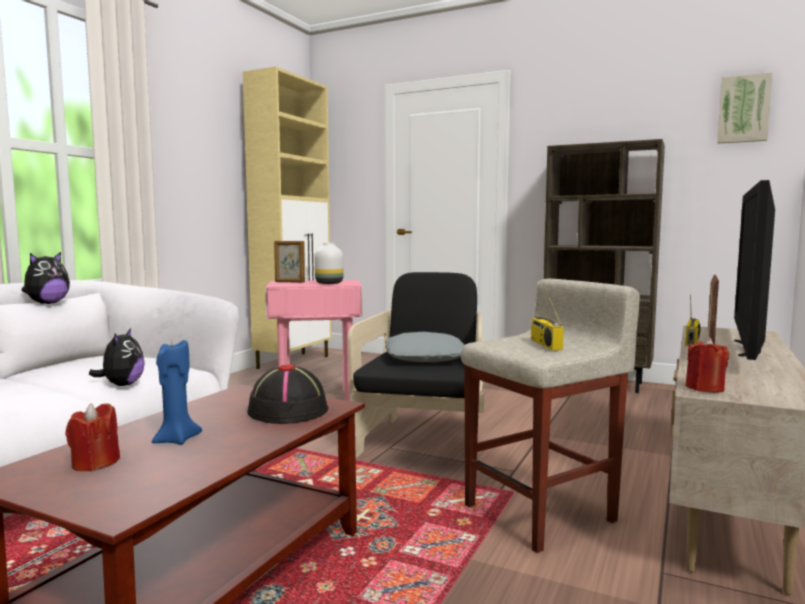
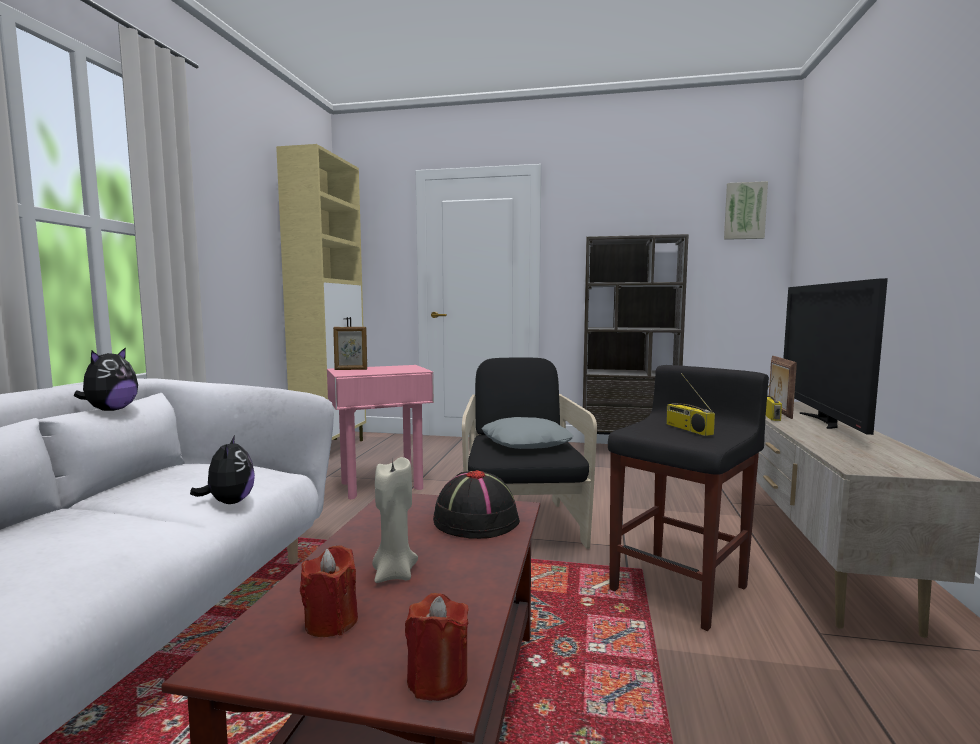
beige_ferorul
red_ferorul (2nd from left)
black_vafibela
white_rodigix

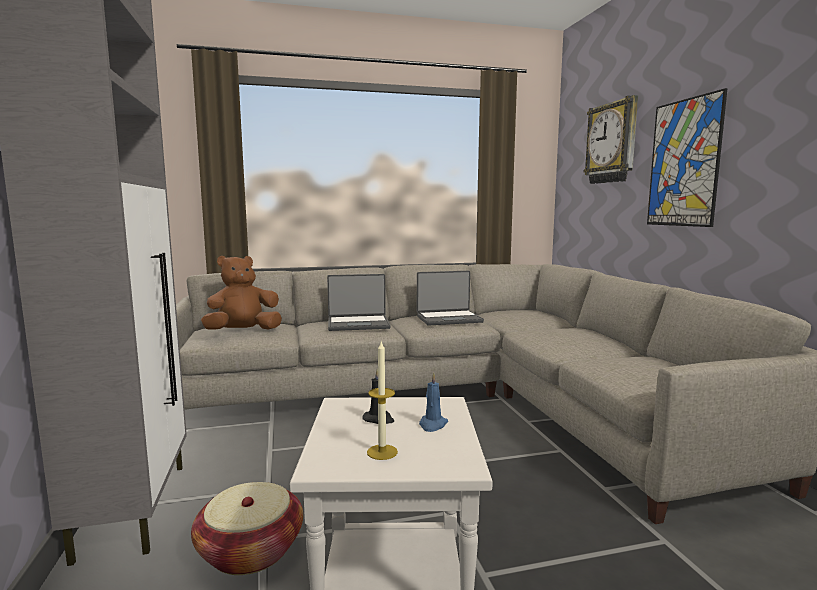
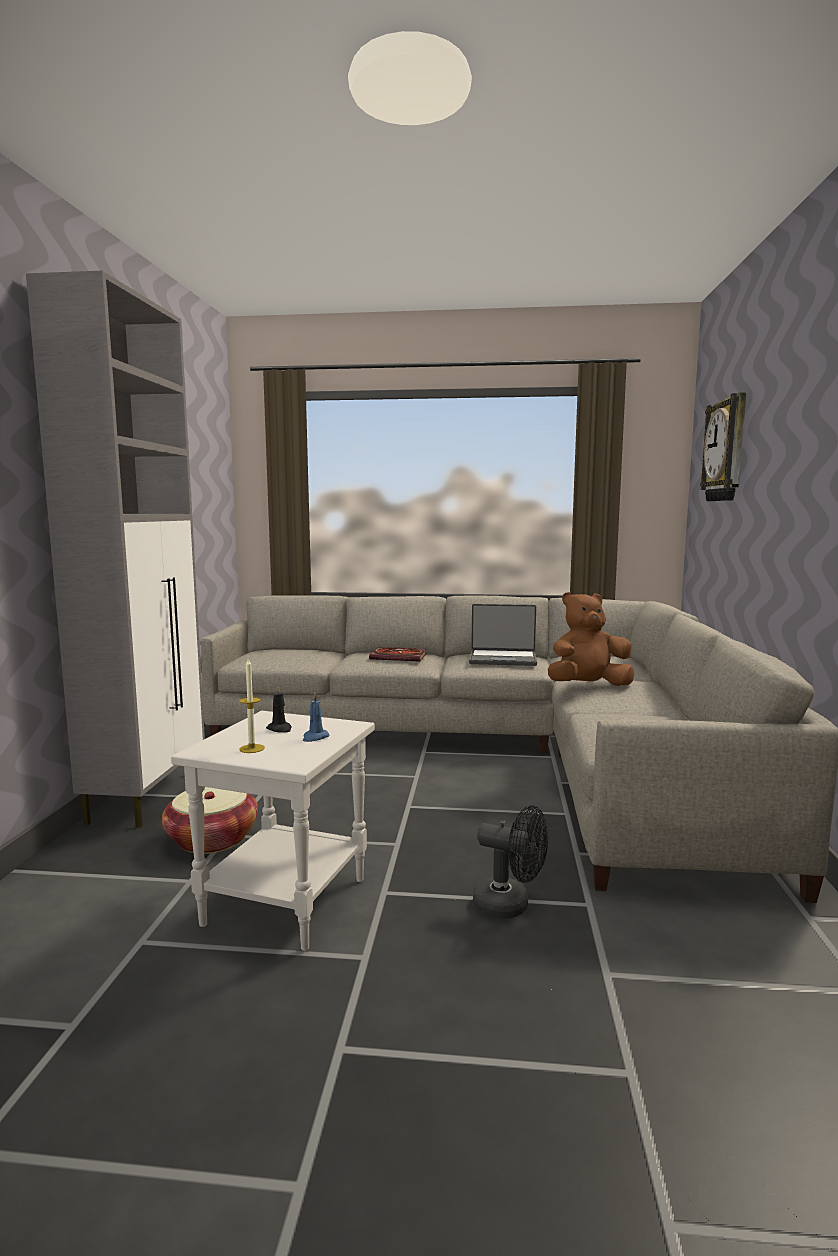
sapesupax
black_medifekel
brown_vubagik
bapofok

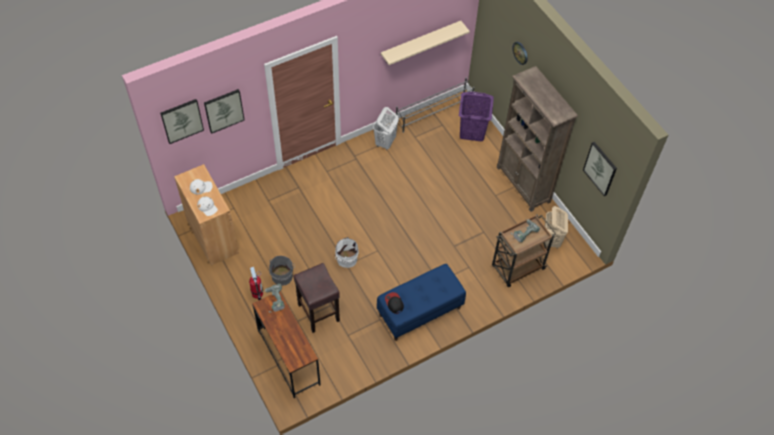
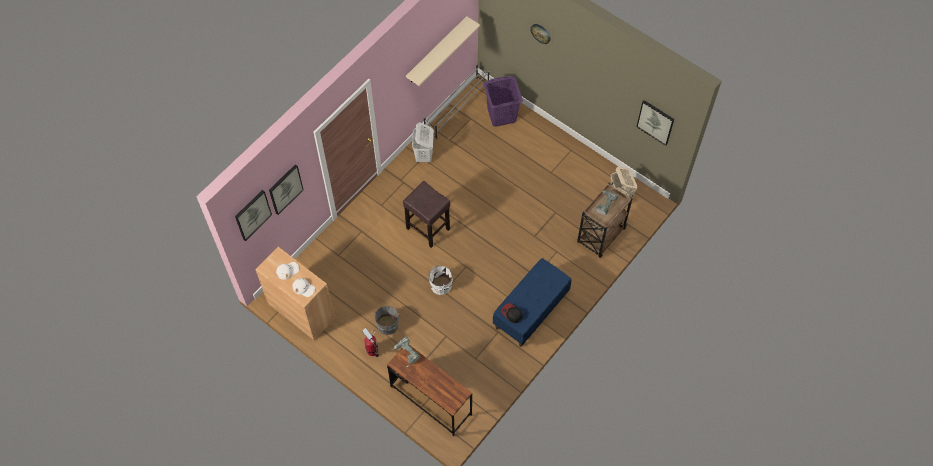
brown_vafibela
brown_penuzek

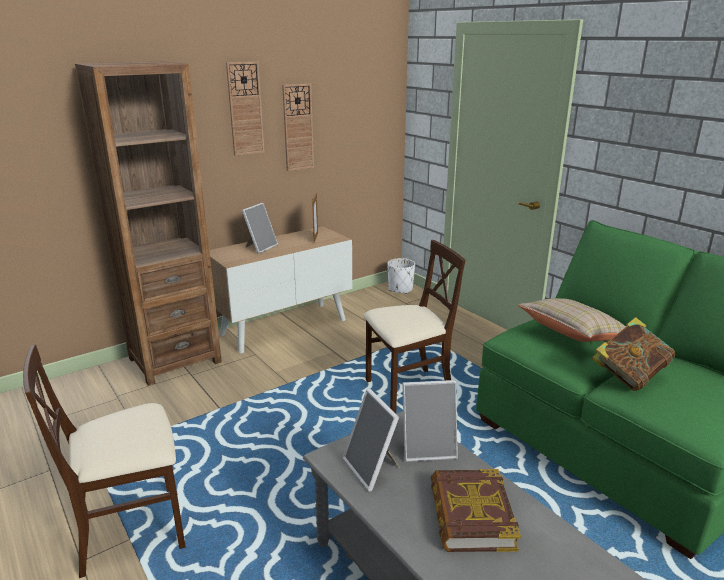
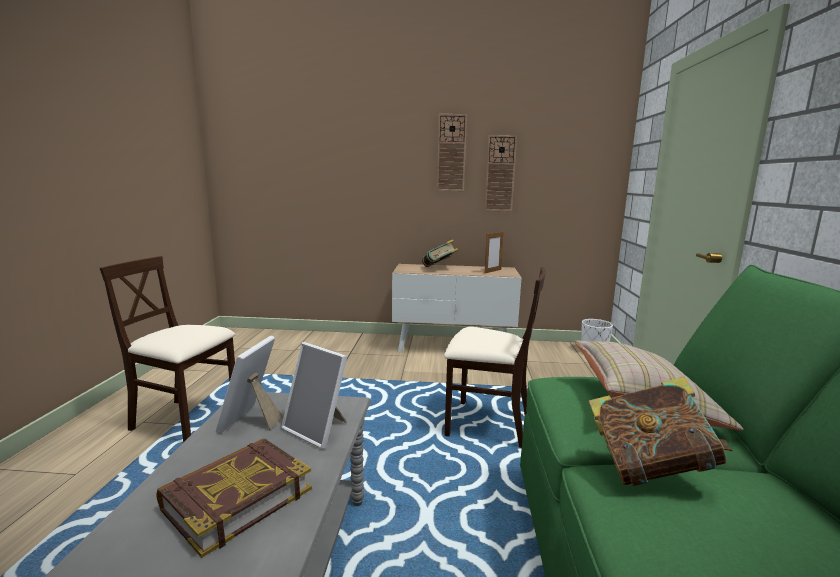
sapesupax (2nd from left)
brown_penuzek

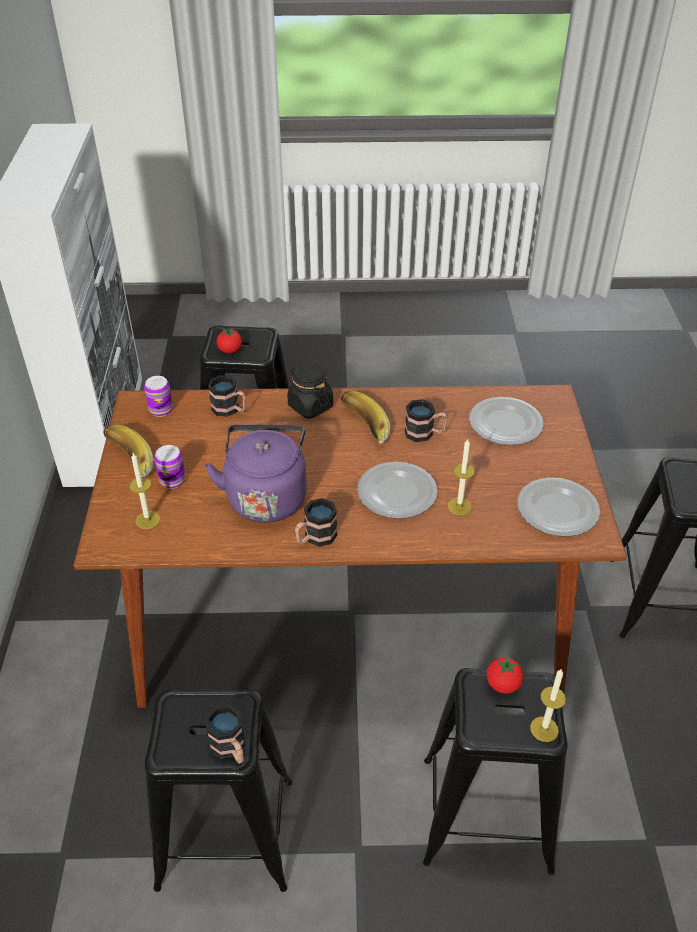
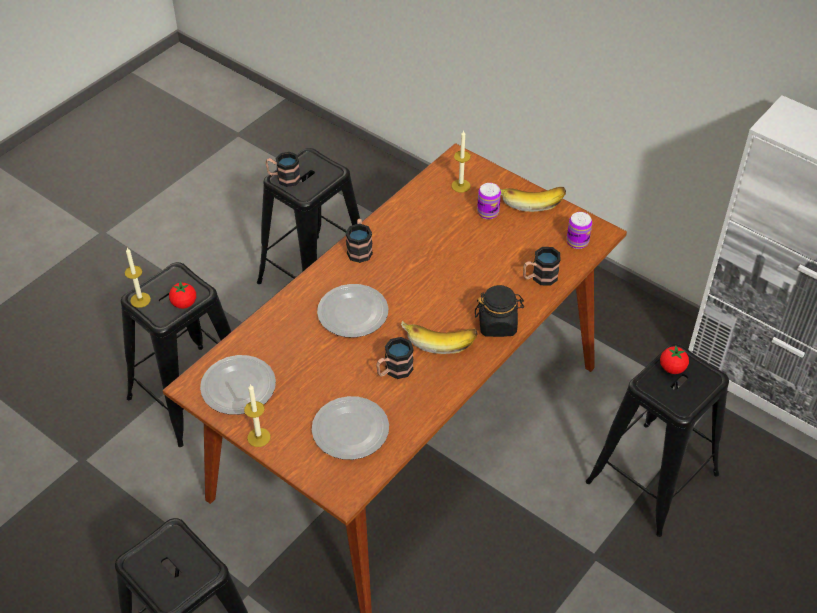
ferorul (2nd from left)
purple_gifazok

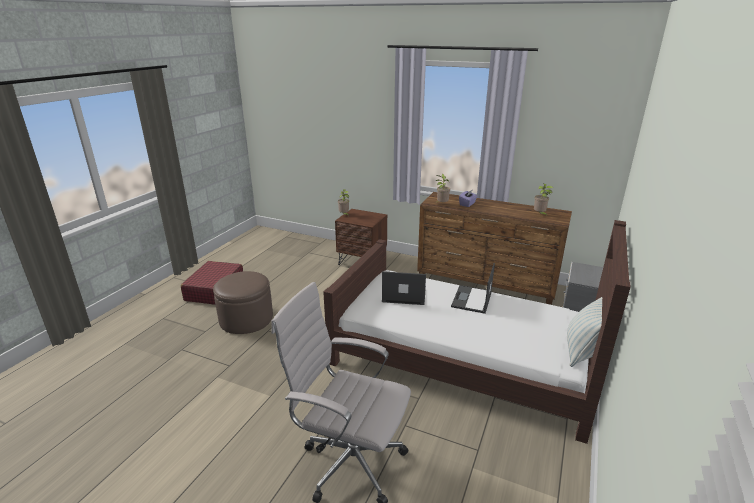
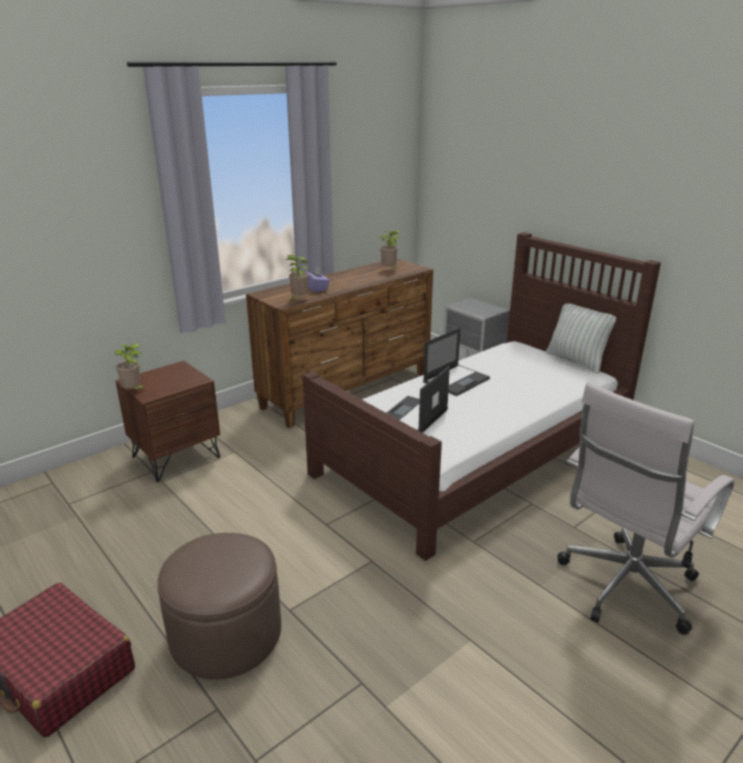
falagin (2nd from left)

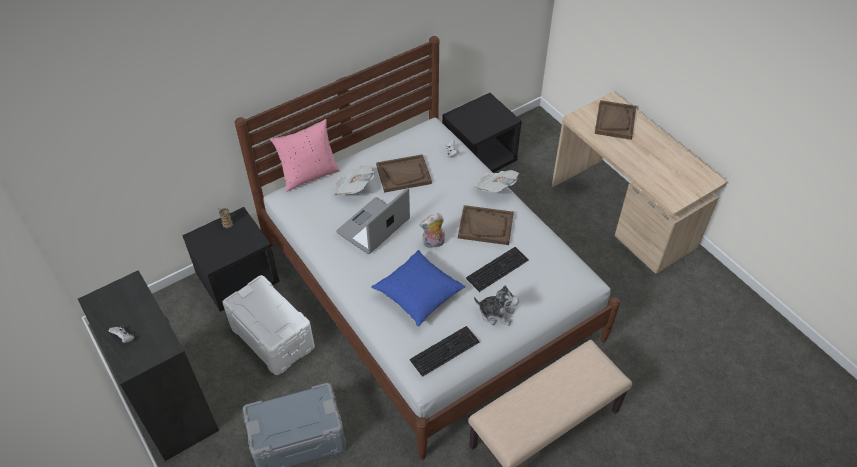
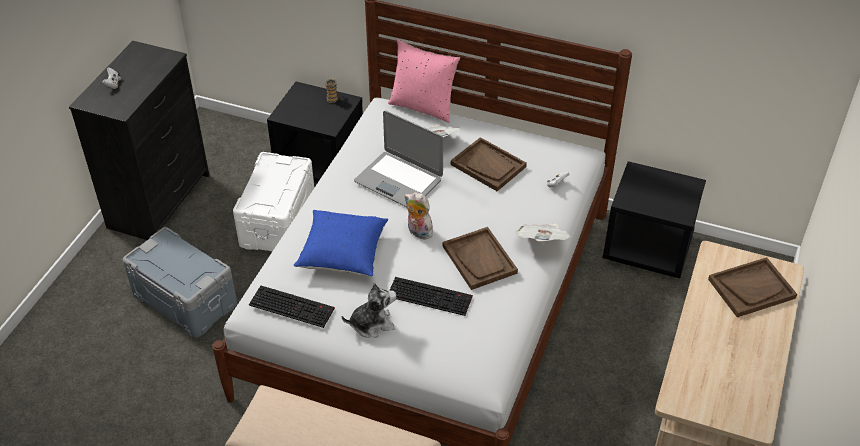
vubagik (1st from left)
falagin

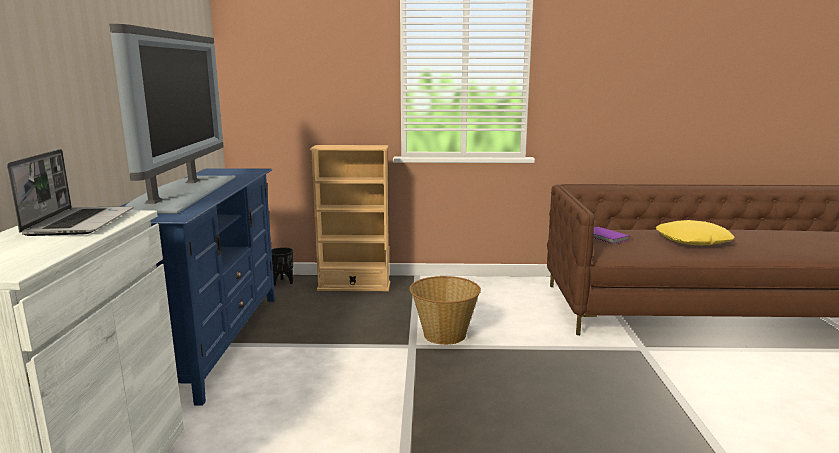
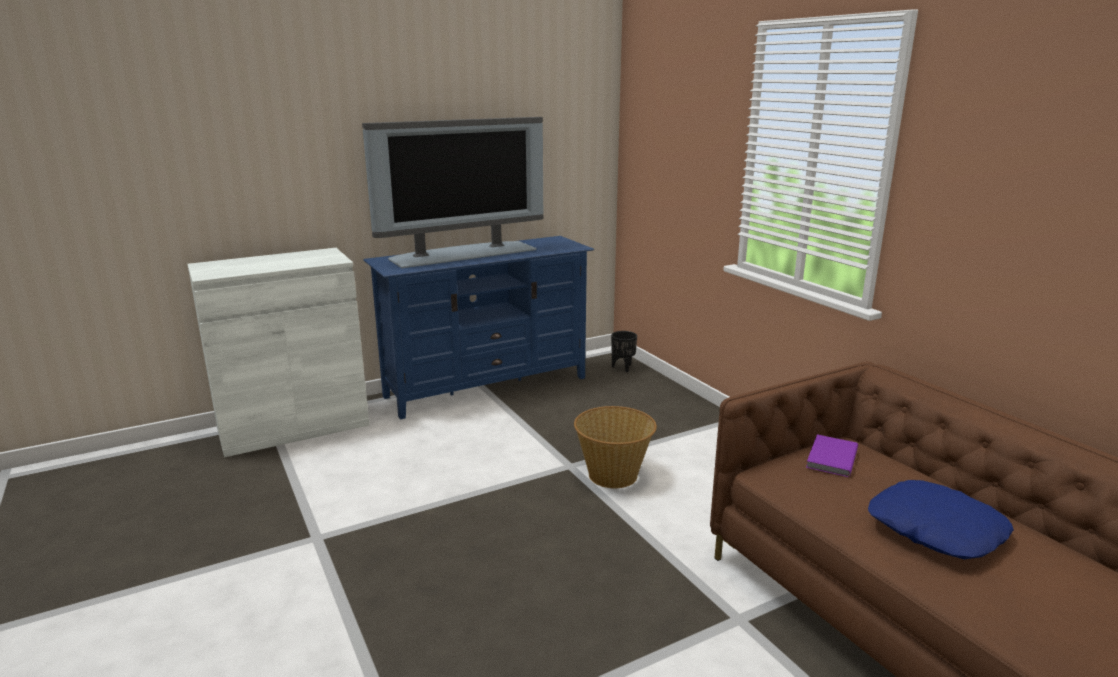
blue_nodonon
falagin
beige_penuzek

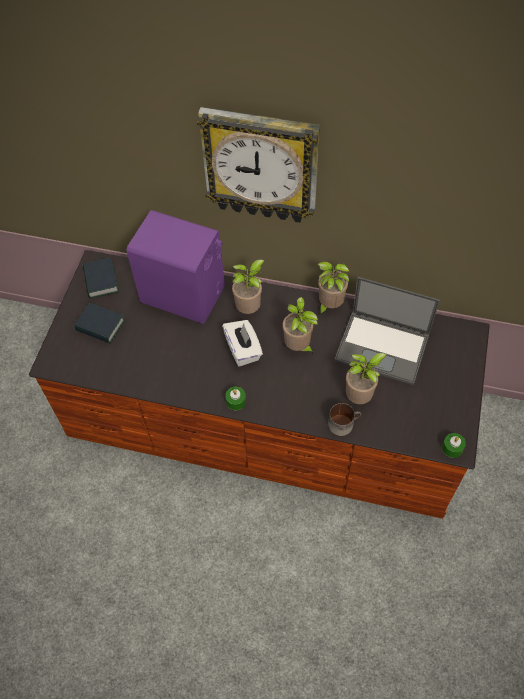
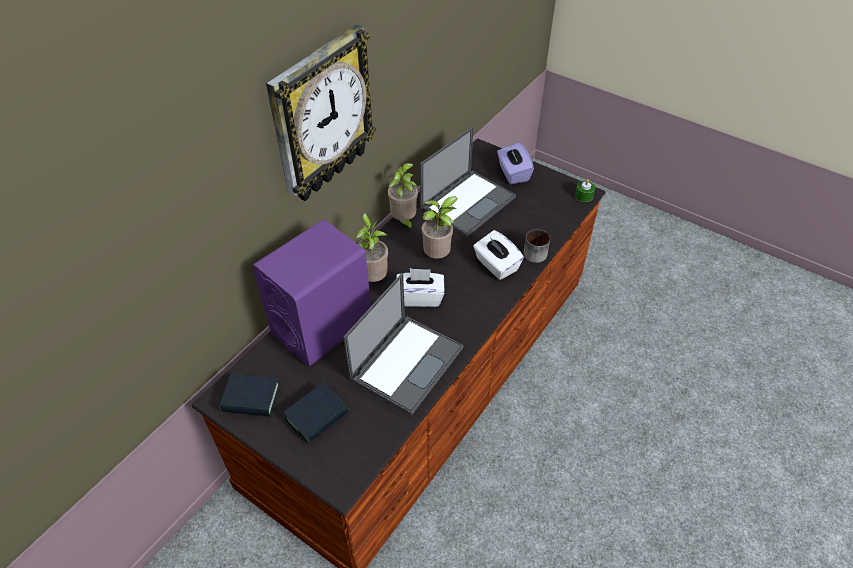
falagin (1st from left)
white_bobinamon (2nd from left)
purple_bobinamon
green_ferorul (1st from left in the first image)
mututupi (4th from left in the first image)

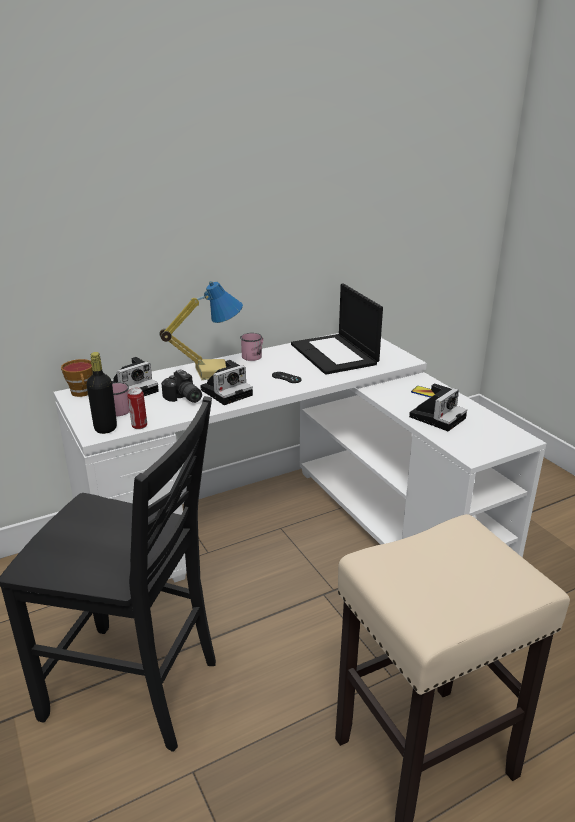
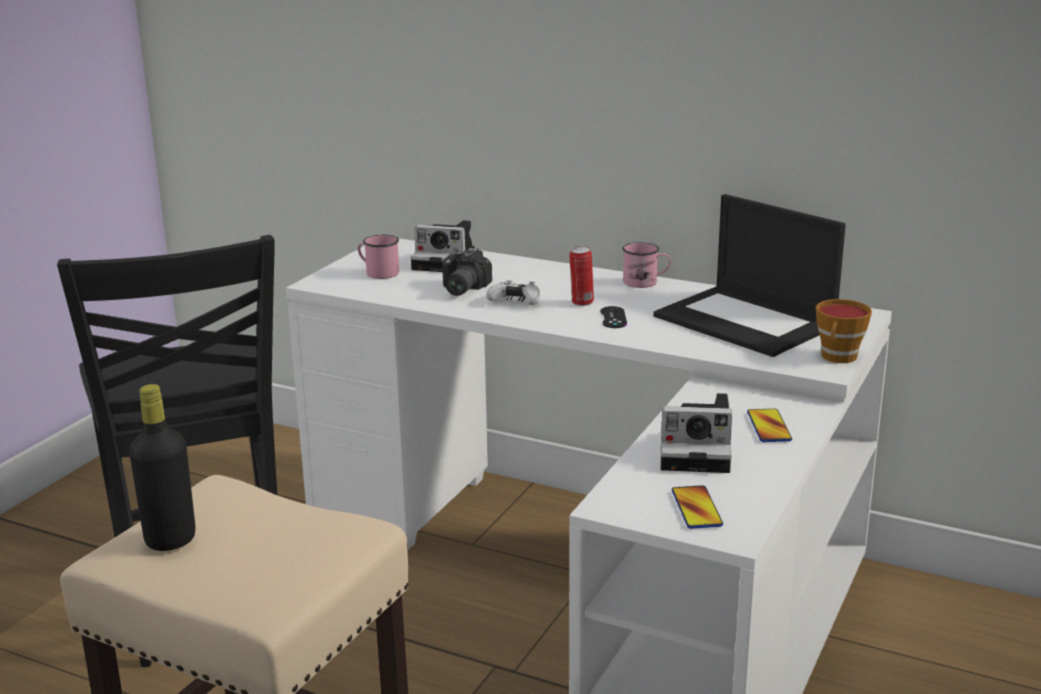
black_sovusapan
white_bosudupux
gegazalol
falagin
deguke (1st from left)
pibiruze
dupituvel

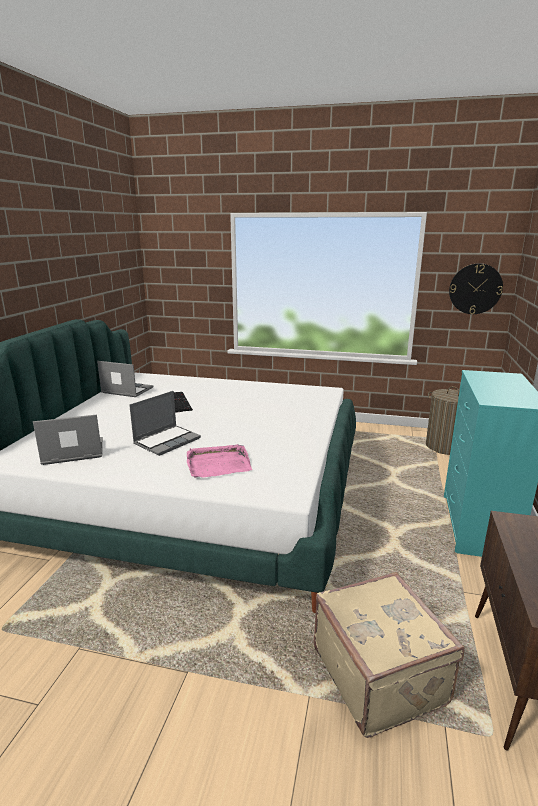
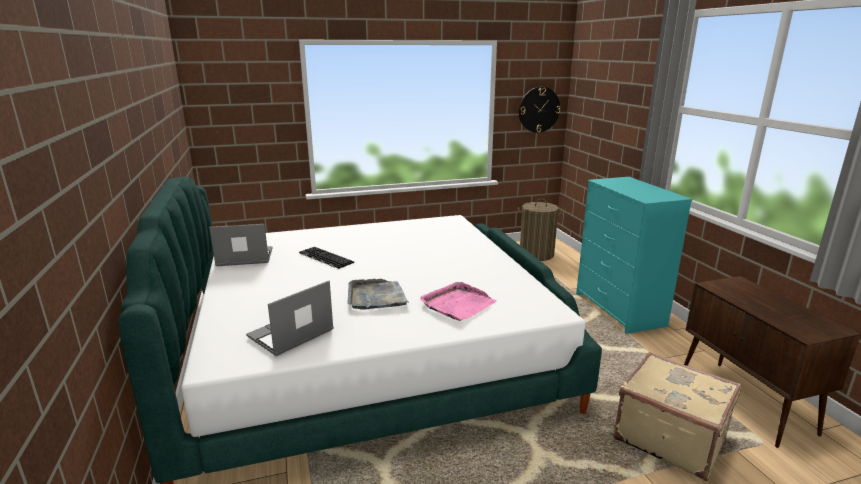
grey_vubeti

